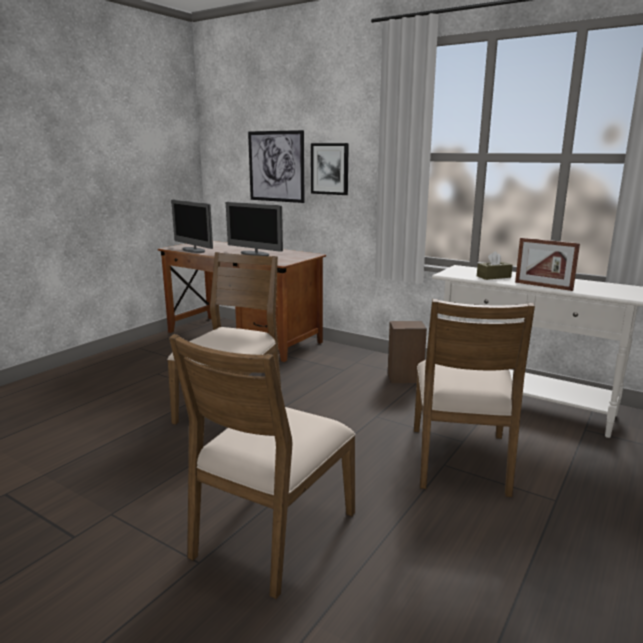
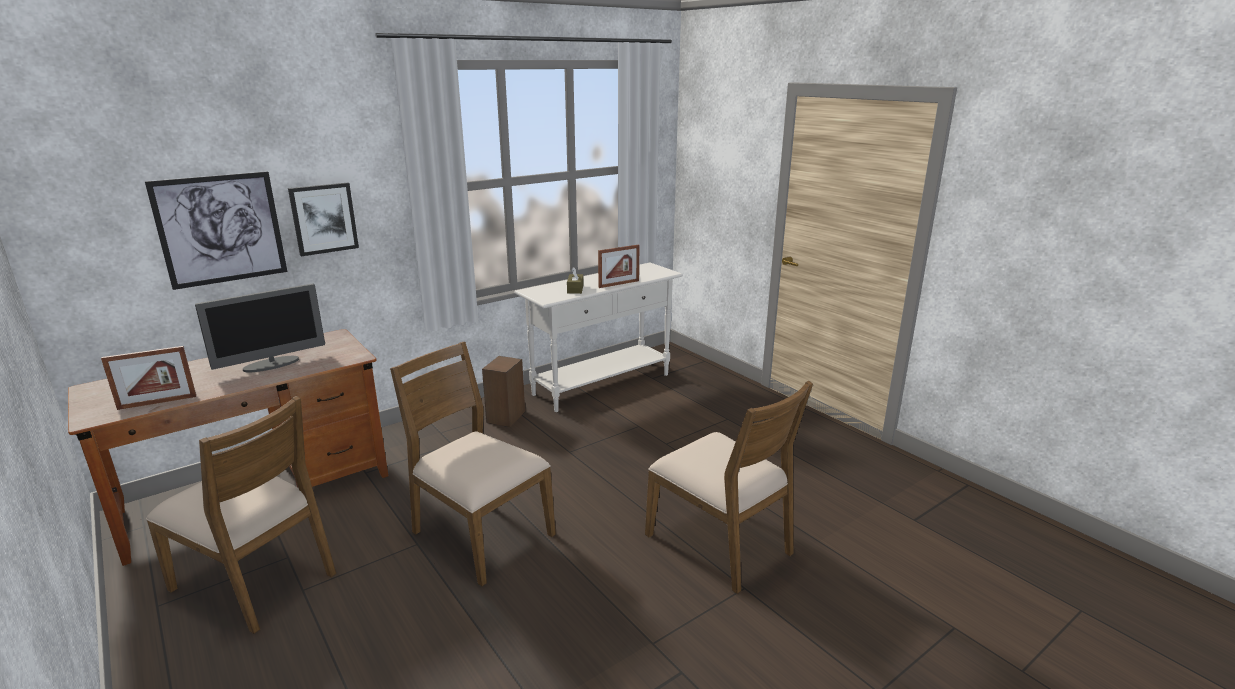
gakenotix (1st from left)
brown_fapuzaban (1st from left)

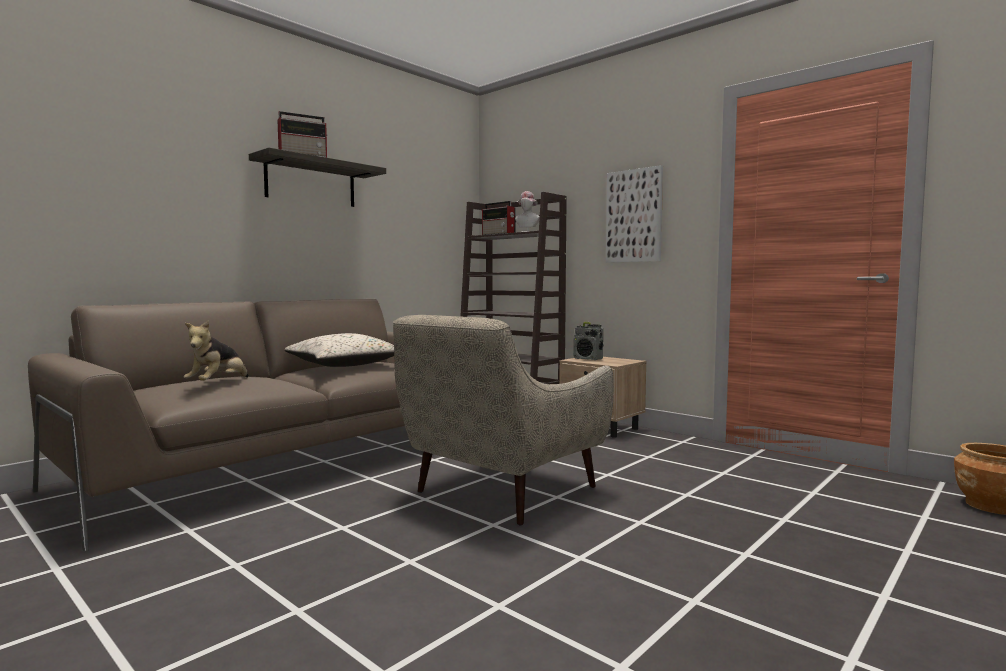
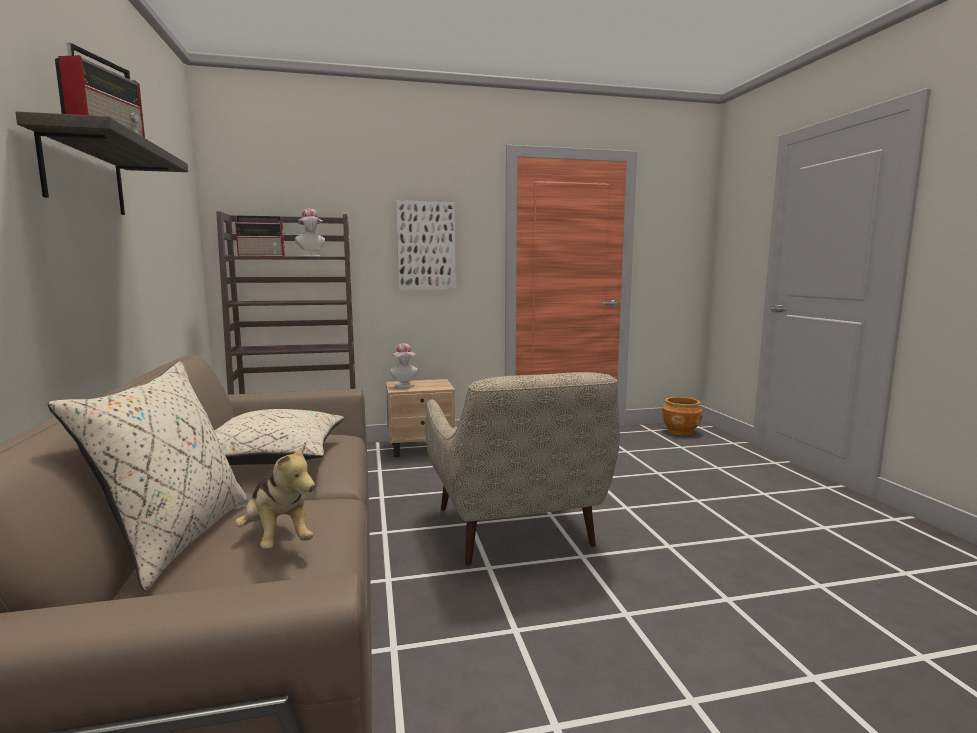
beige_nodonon (1st from left)
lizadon (2nd from left)

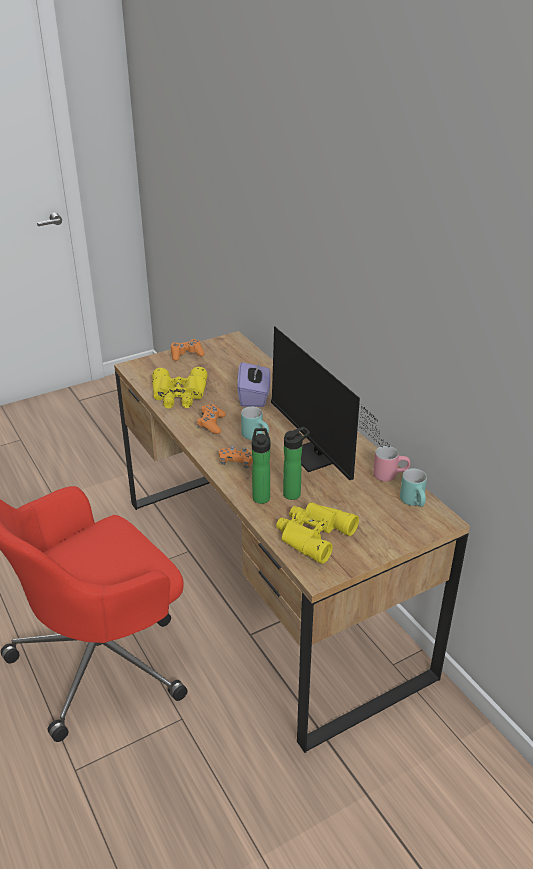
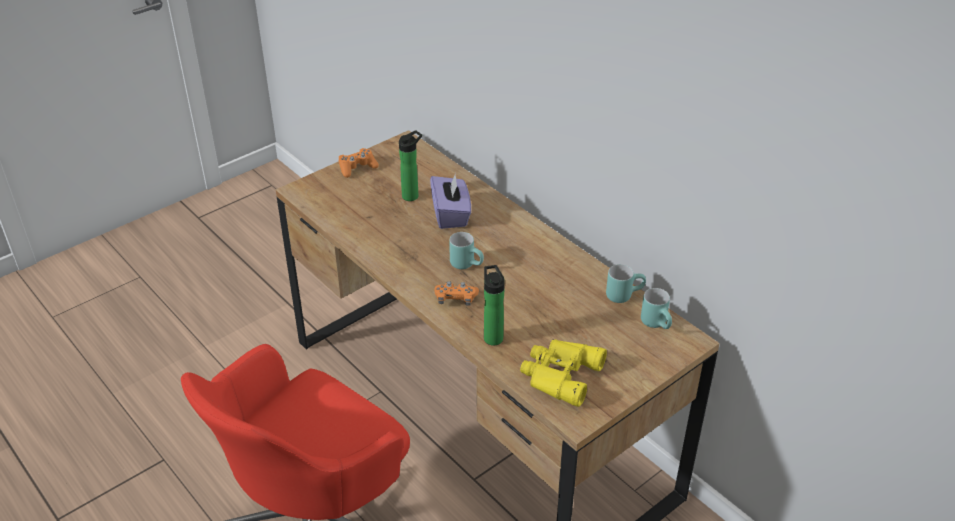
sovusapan (1st from left)
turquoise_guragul (2nd from left)
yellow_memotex (1st from left in the first image)
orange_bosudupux (2nd from left in the first image)
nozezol

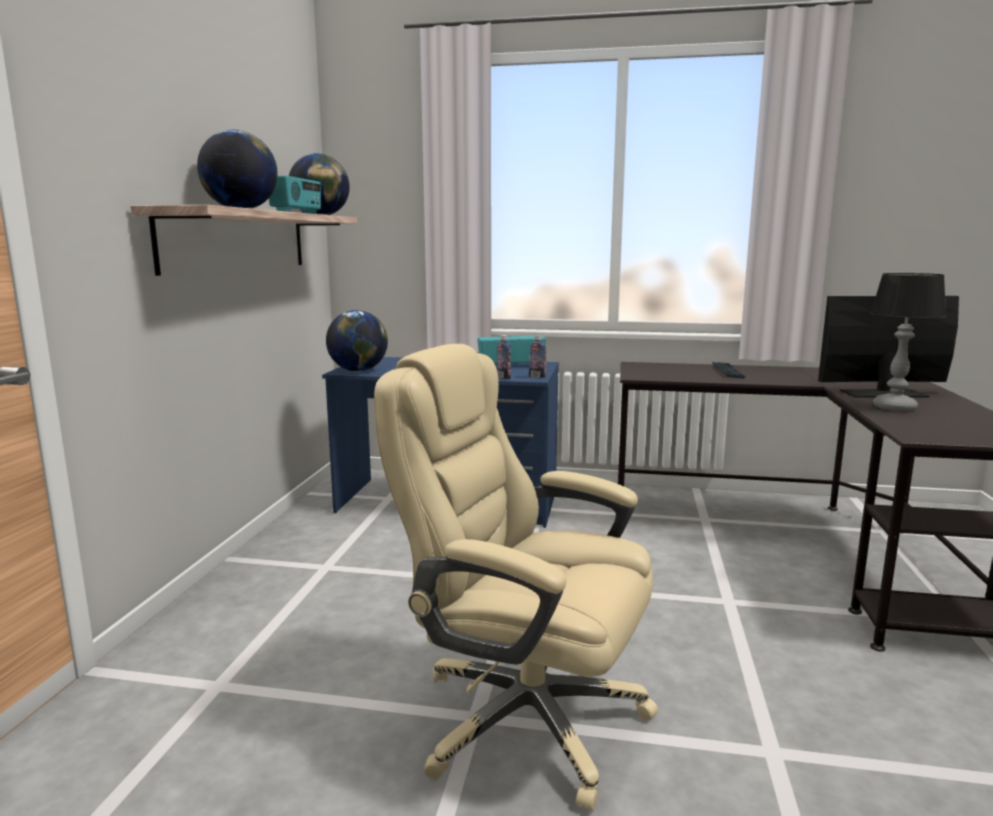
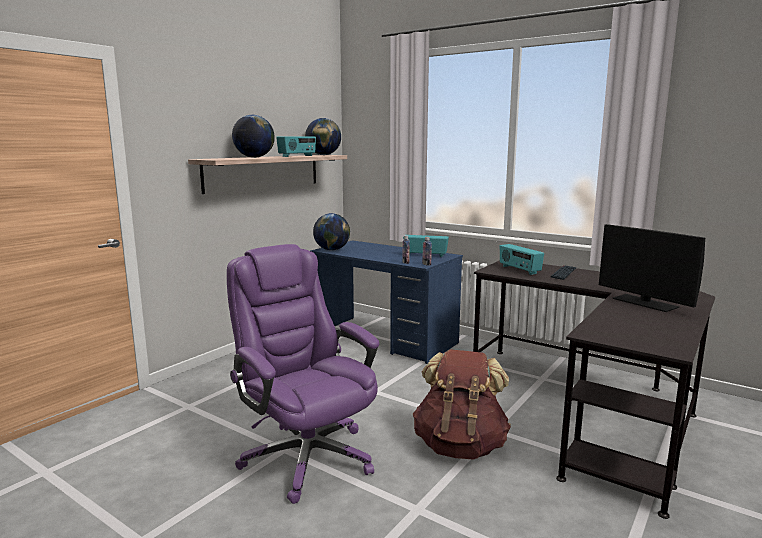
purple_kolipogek
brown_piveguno
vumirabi (3rd from left)
nozezol
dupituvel

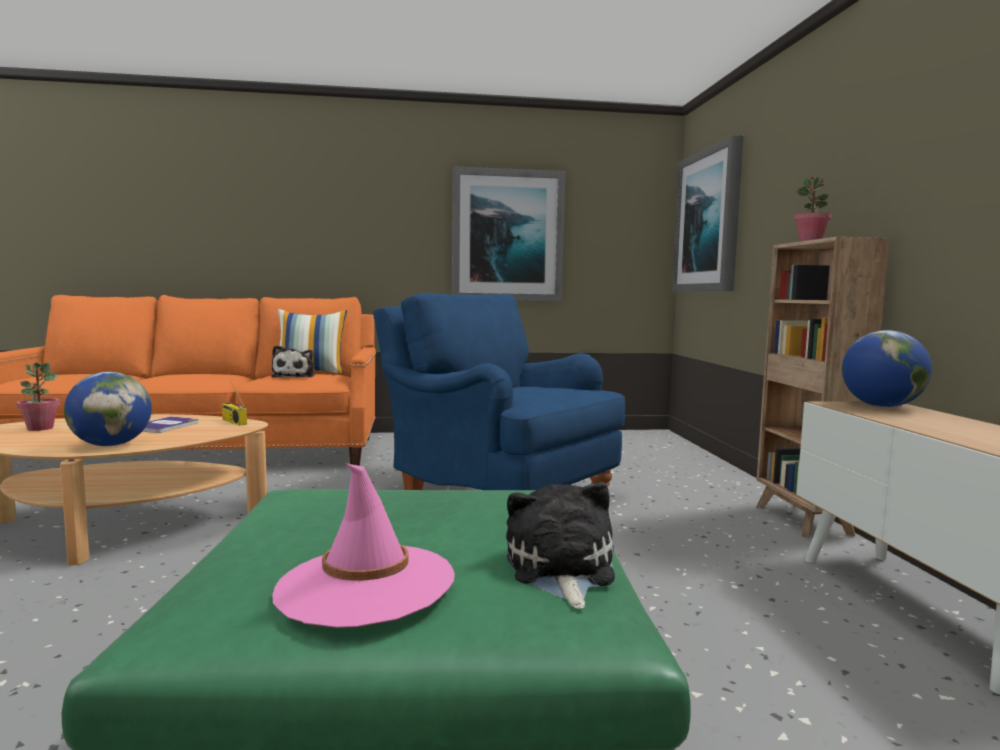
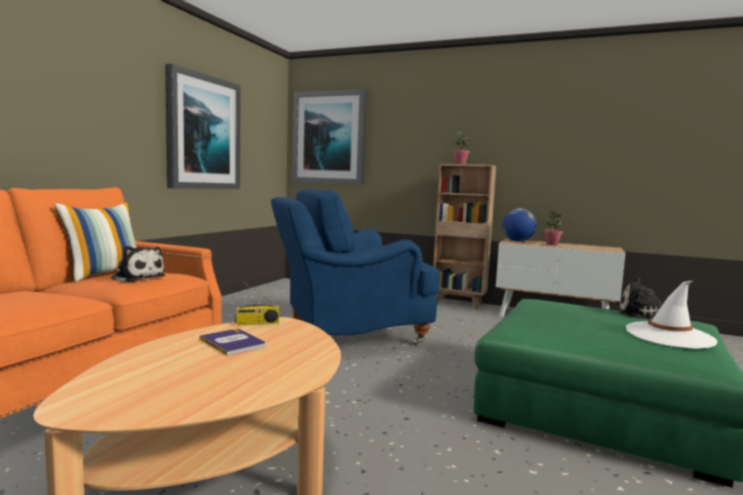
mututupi (2nd from left)
white_lizadon
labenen (1st from left in the first image)

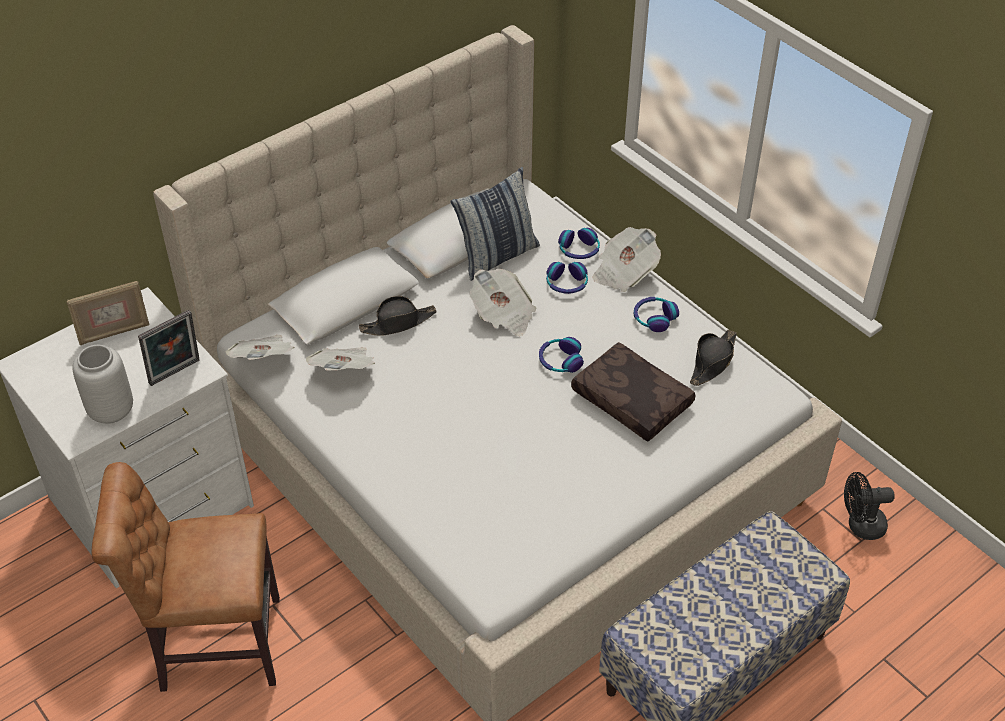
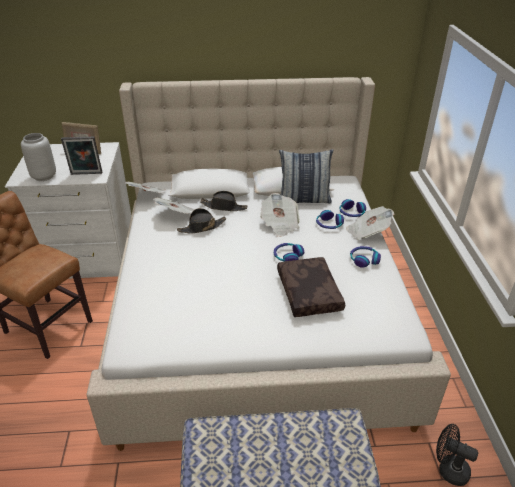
black_lizadon (1st from left)

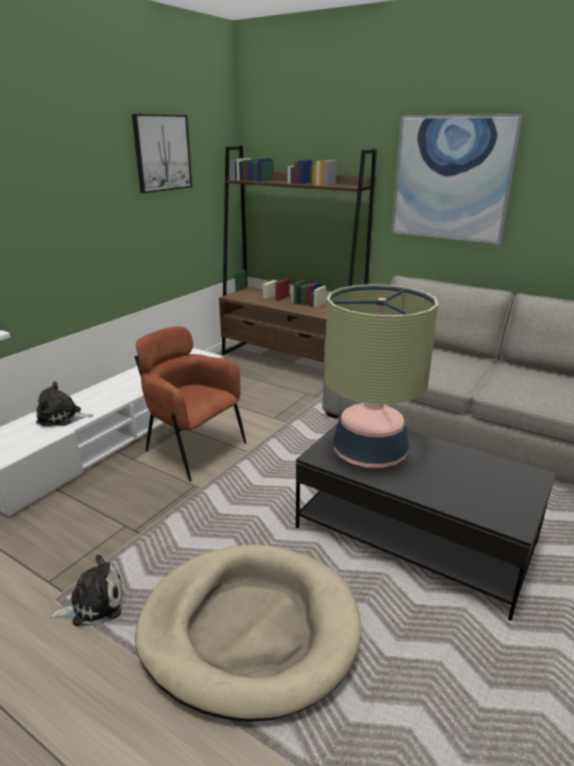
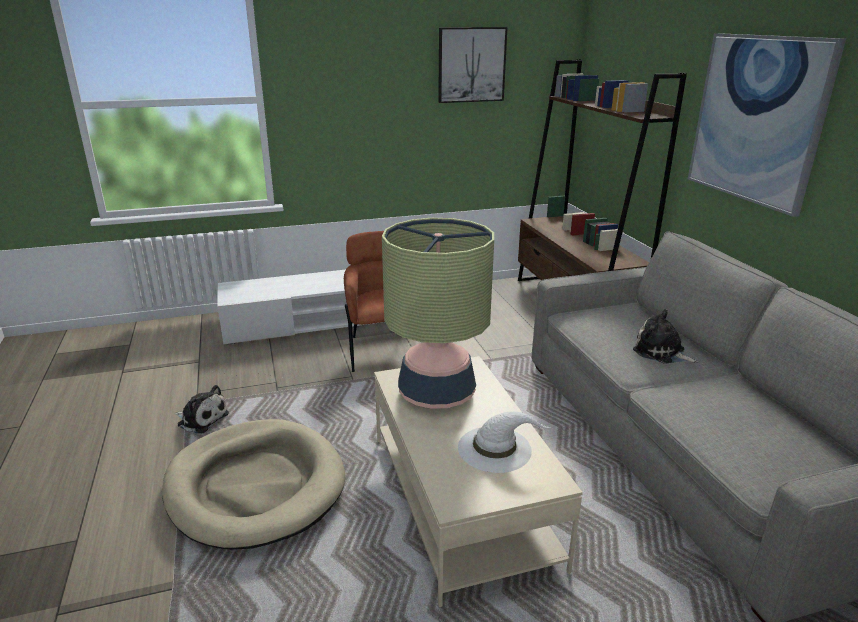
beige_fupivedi
white_lizadon
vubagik (2nd from left)

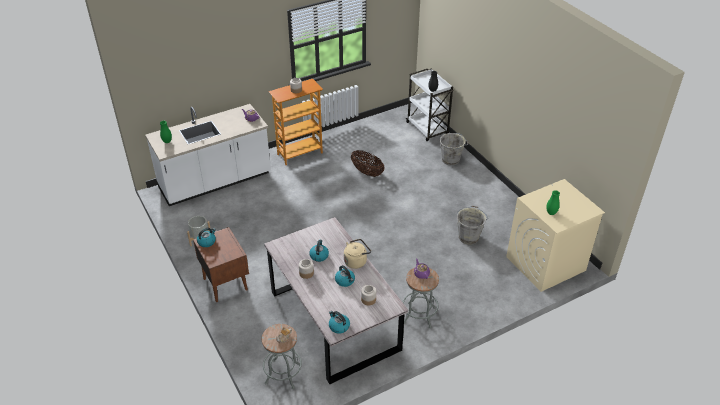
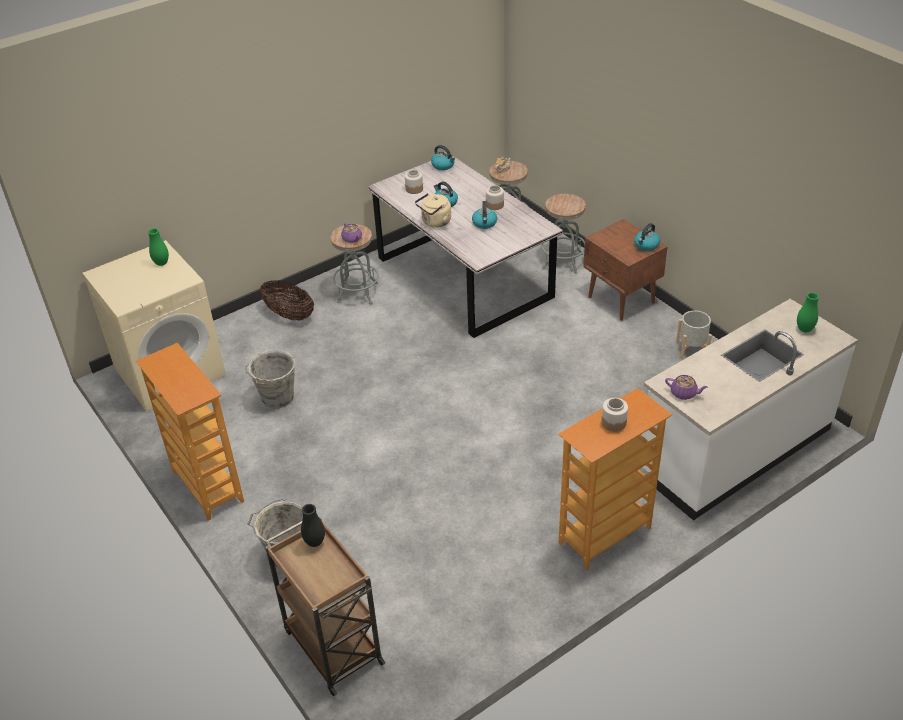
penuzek (1st from left)
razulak
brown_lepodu
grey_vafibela (3rd from left)

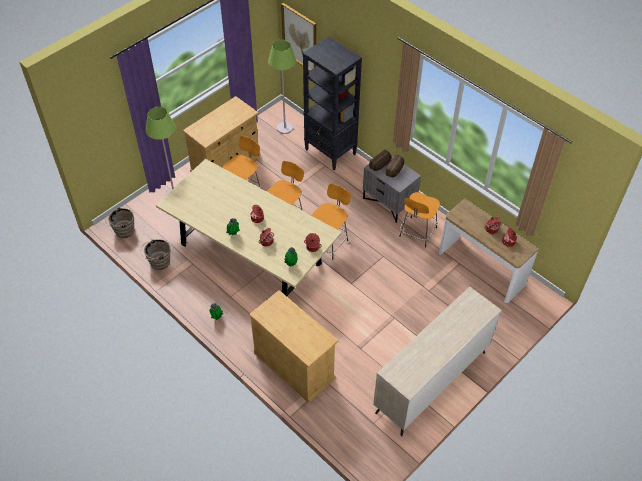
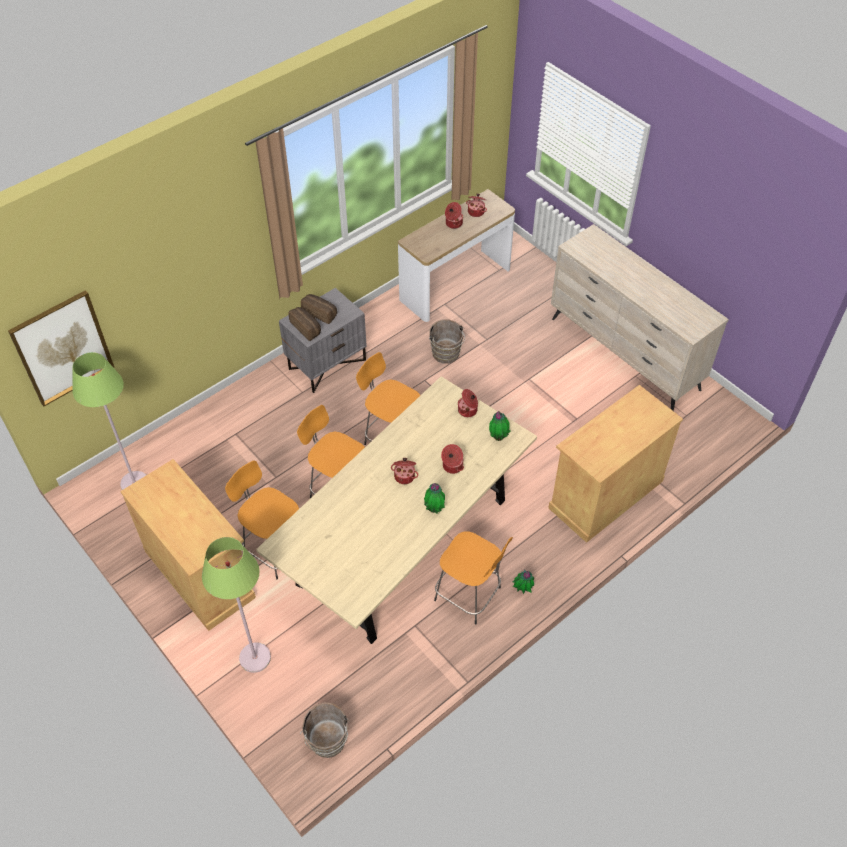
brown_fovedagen (2nd from left)
orange_vafibela (4th from left)
black_penuzek

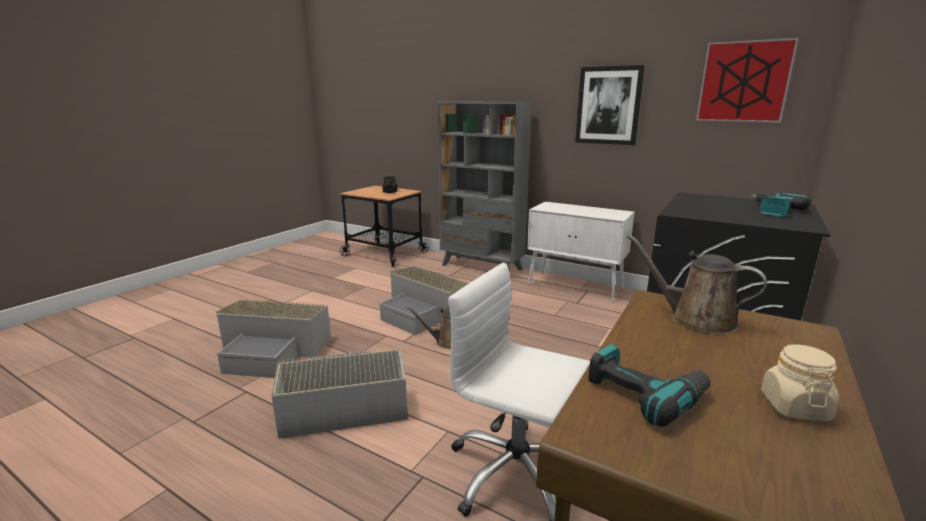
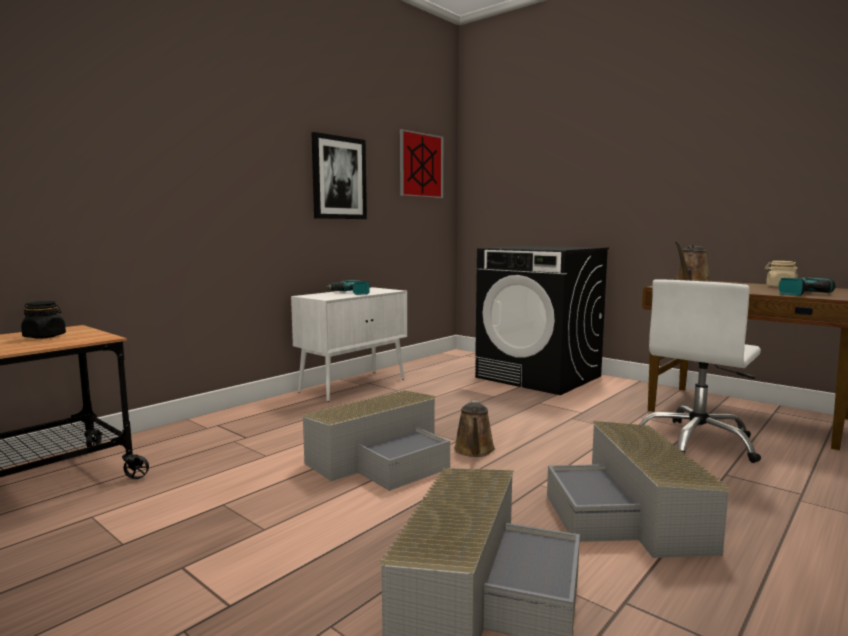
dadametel (1st from left)
grey_penuzek

